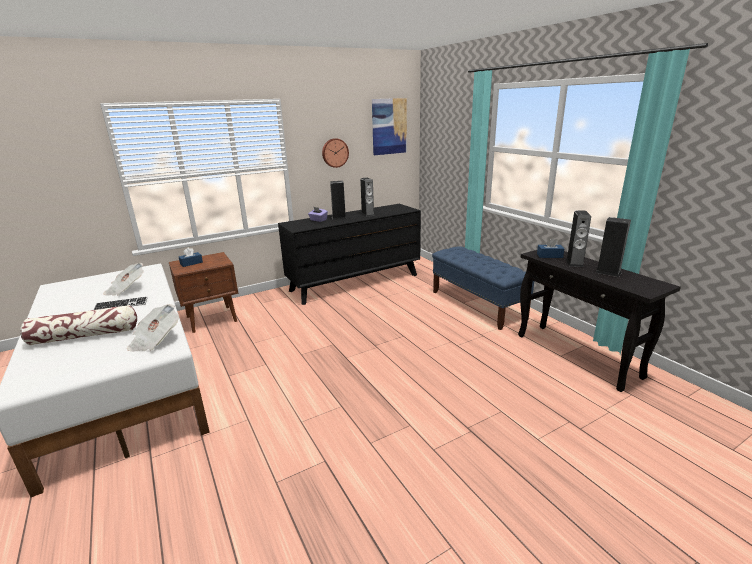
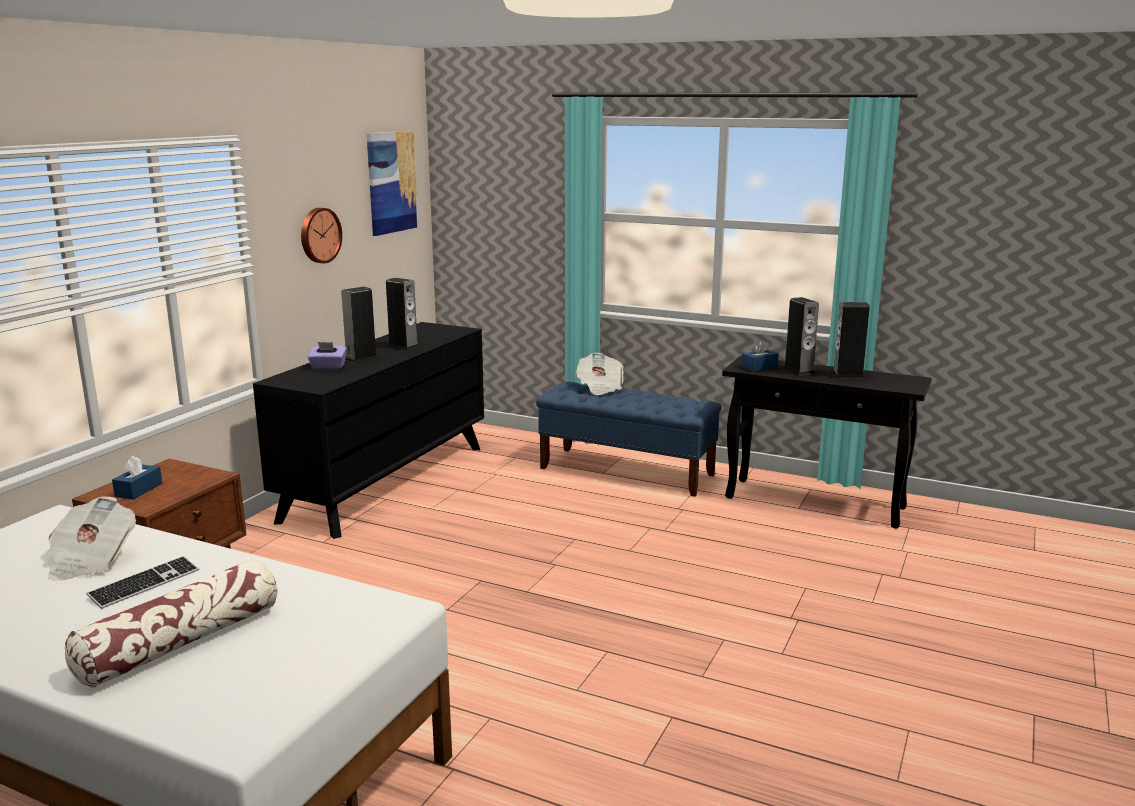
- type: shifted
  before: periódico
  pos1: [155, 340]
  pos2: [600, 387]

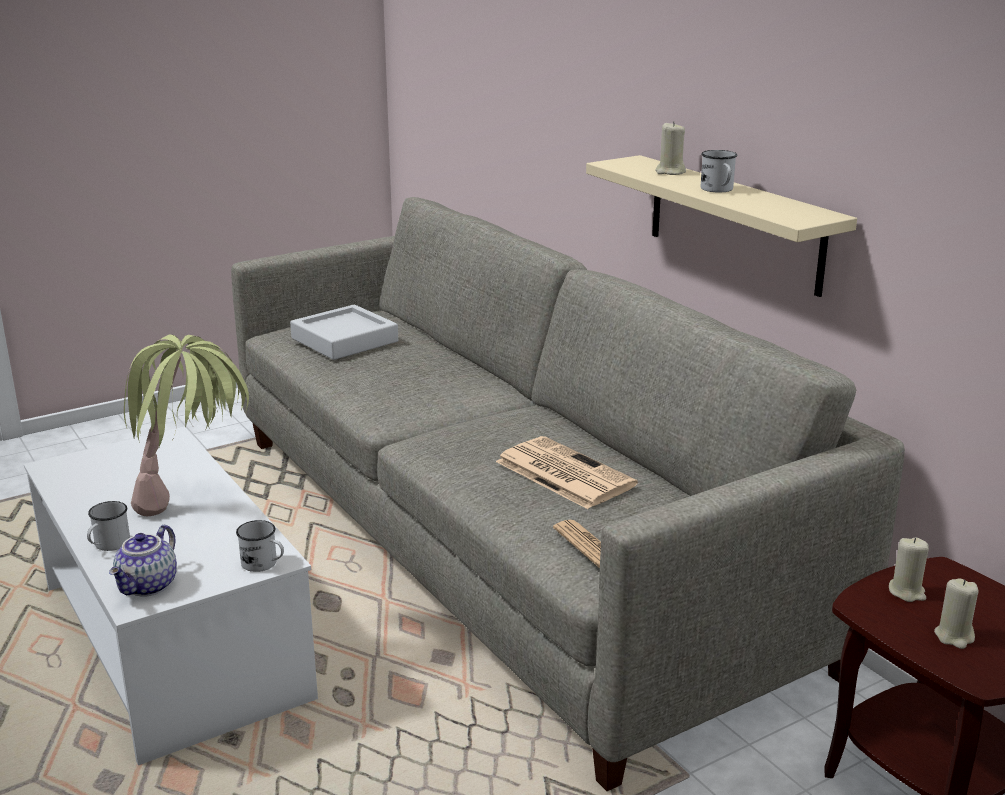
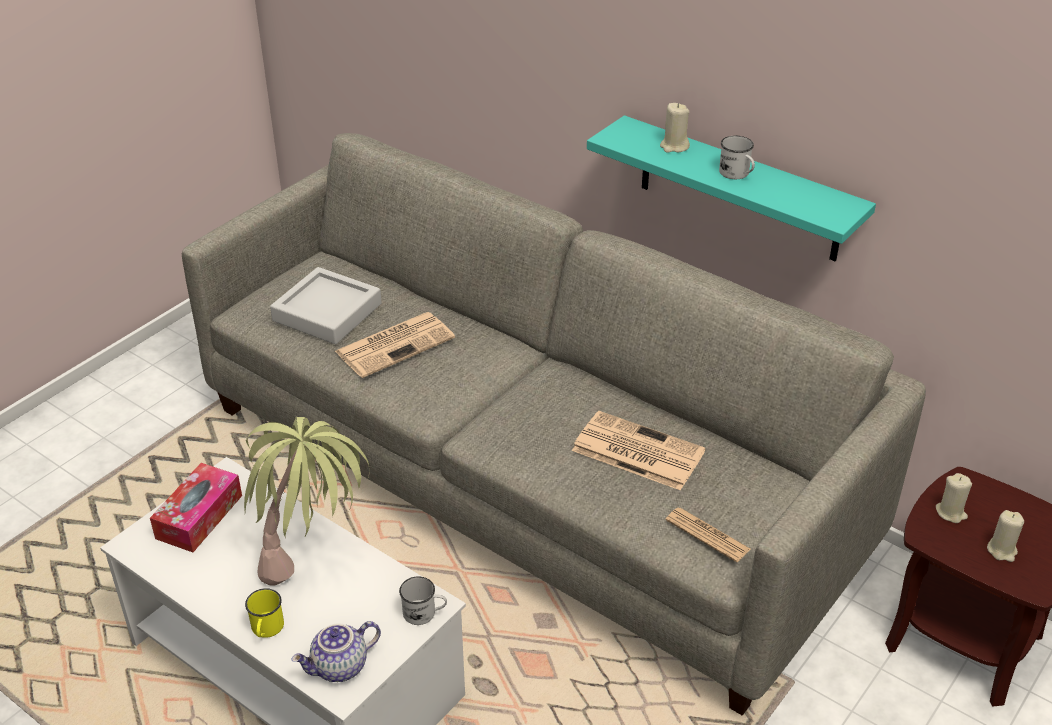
- type: repainted
  before: taza grande (blanco)
  after: taza grande (amarillo)
  pos1: [108, 545]
  pos2: [266, 629]
- type: rotated
  before: tetera
  pos1: [149, 586]
  pos2: [340, 668]
  turn: 60
- type: repainted
  before: estante (beis)
  after: estante (turquesa)
  pos1: [734, 223]
  pos2: [739, 190]
- type: new
  after: caja de pañuelos
  pos2: [199, 517]
- type: new
  after: periódico
  pos2: [396, 344]

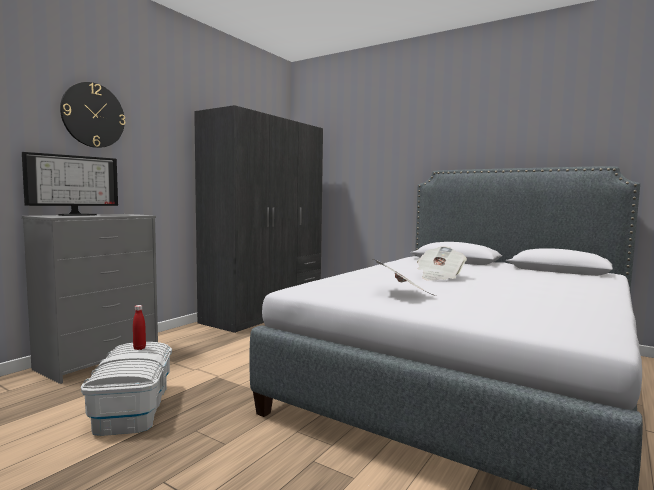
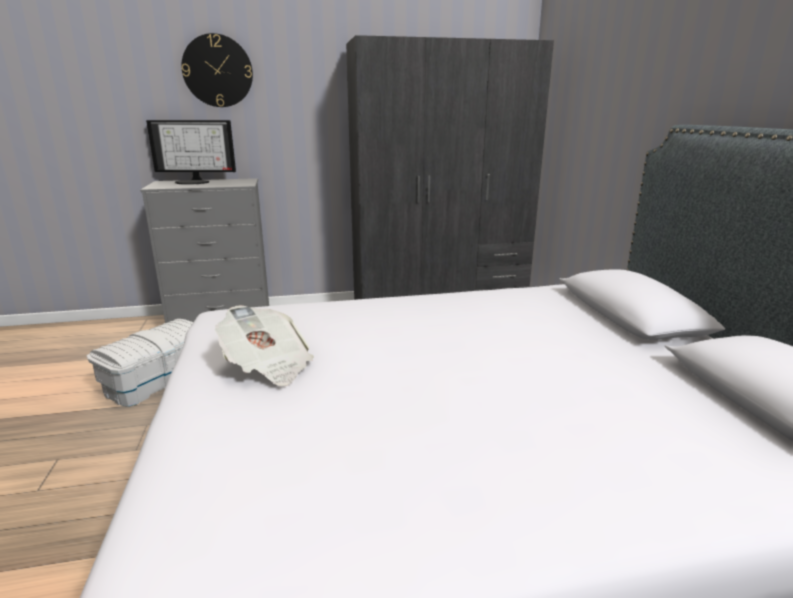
- type: gone
  before: botella (rojo)
  pos1: [139, 348]
- type: gone
  before: periódico
  pos1: [439, 277]

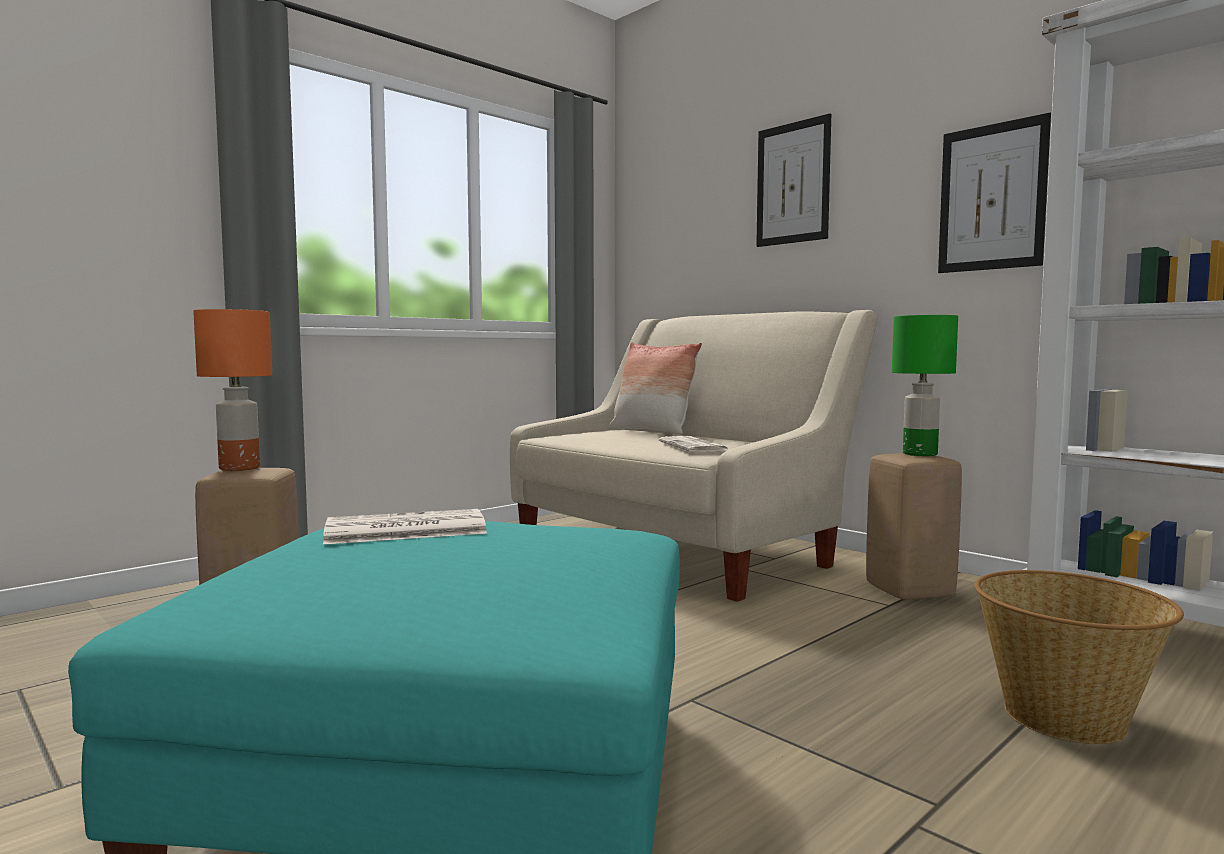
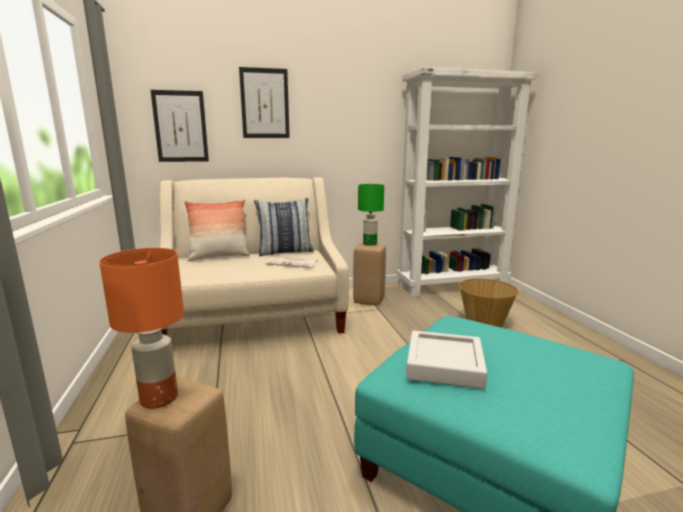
- type: swapped
  before: periódico
  after: bandeja (gris)
  pos1: [403, 530]
  pos2: [444, 365]
- type: shifted
  before: cuadro
  pos1: [992, 197]
  pos2: [180, 126]
- type: new
  after: cojín
  pos2: [285, 252]

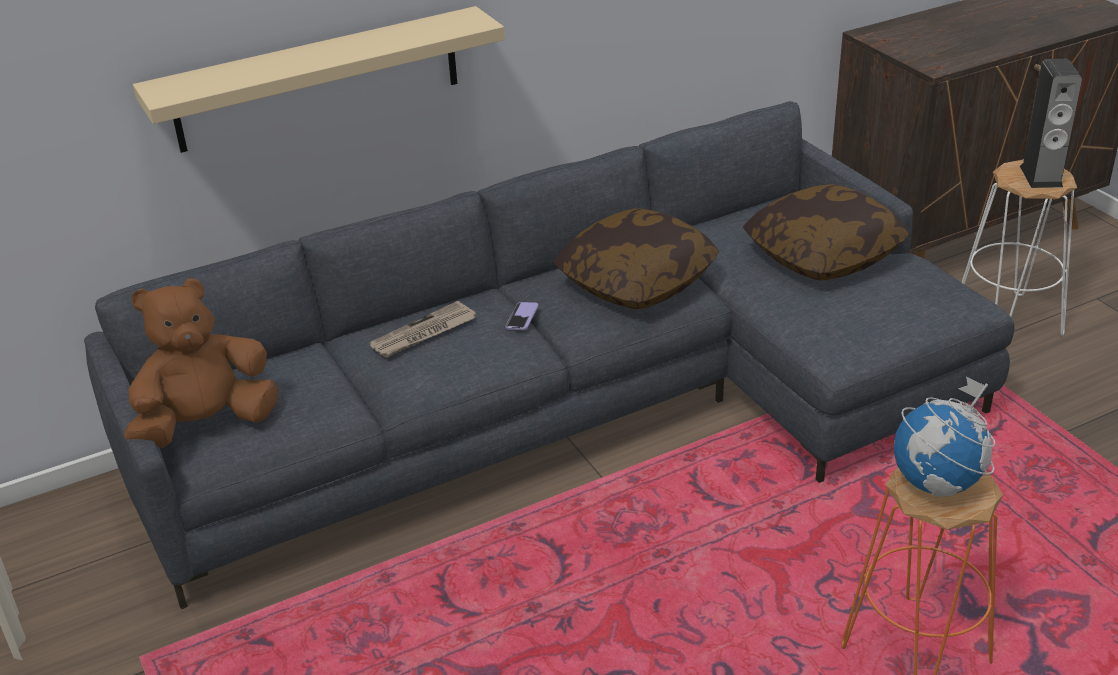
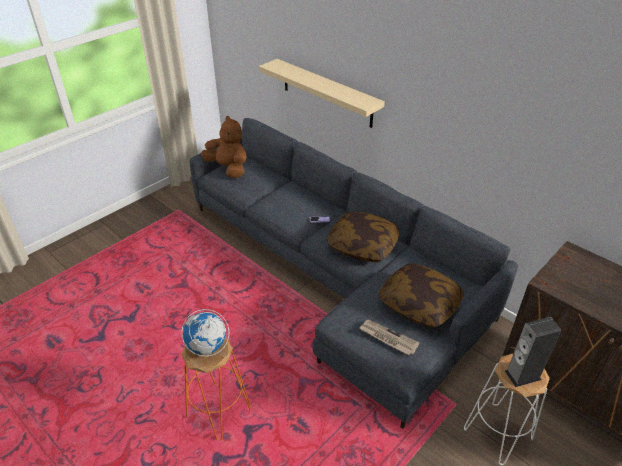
- type: shifted
  before: periódico
  pos1: [423, 333]
  pos2: [388, 338]

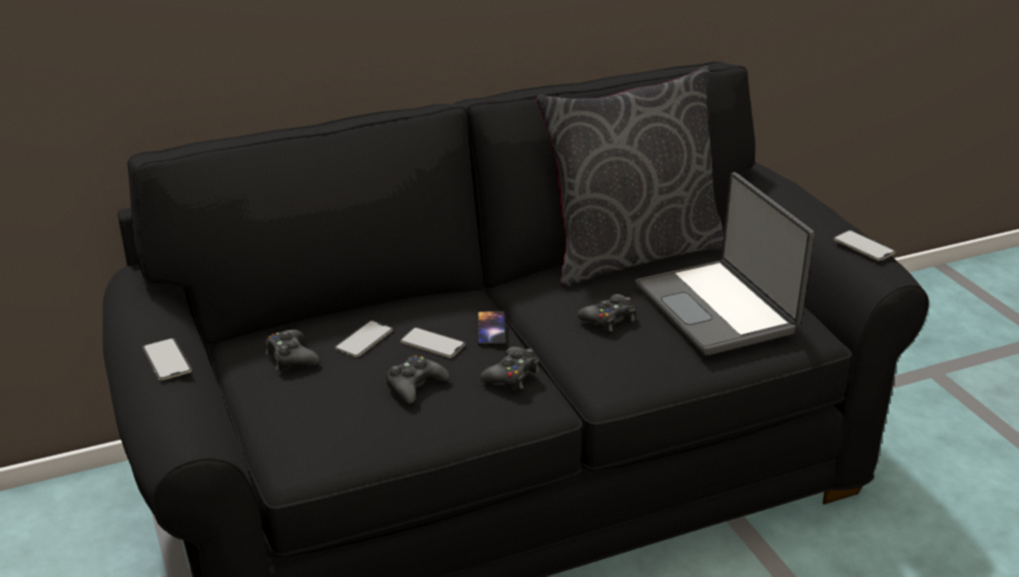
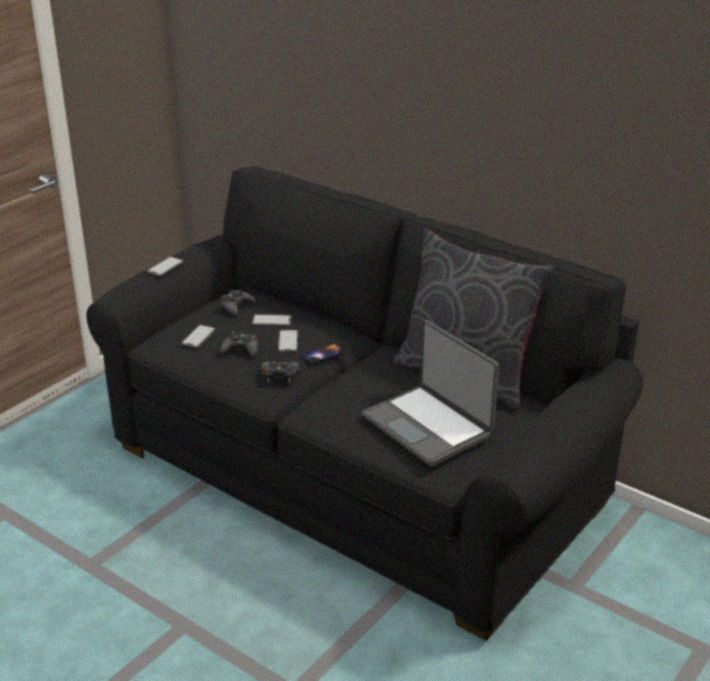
- type: gone
  before: mando de consola (negro)
  pos1: [608, 319]
- type: rotated
  before: portátil
  pos1: [718, 309]
  pos2: [428, 426]
  turn: -75
- type: shifted
  before: móvil
  pos1: [863, 246]
  pos2: [198, 336]

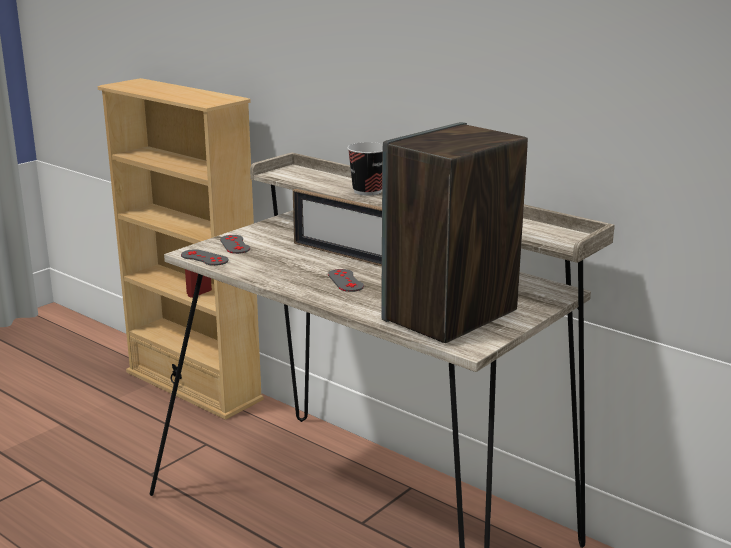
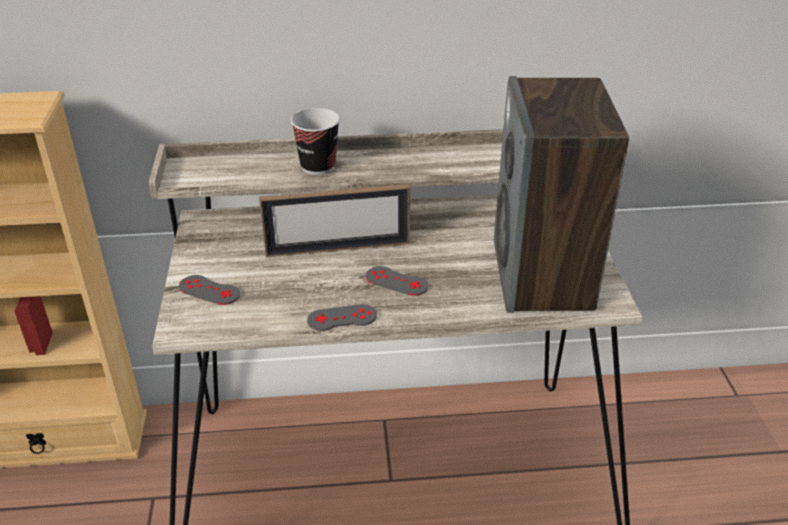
- type: shifted
  before: mando de consola (gris)
  pos1: [204, 258]
  pos2: [342, 318]

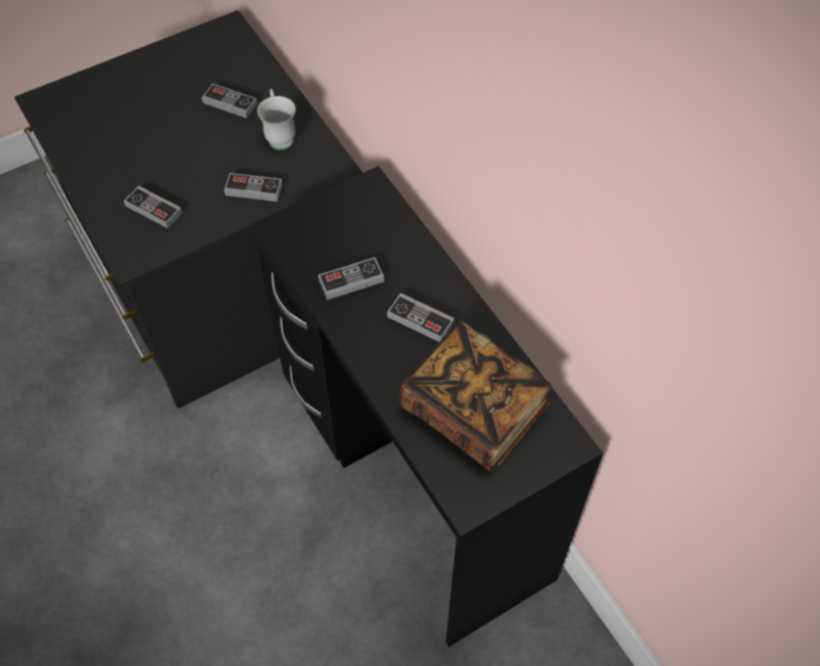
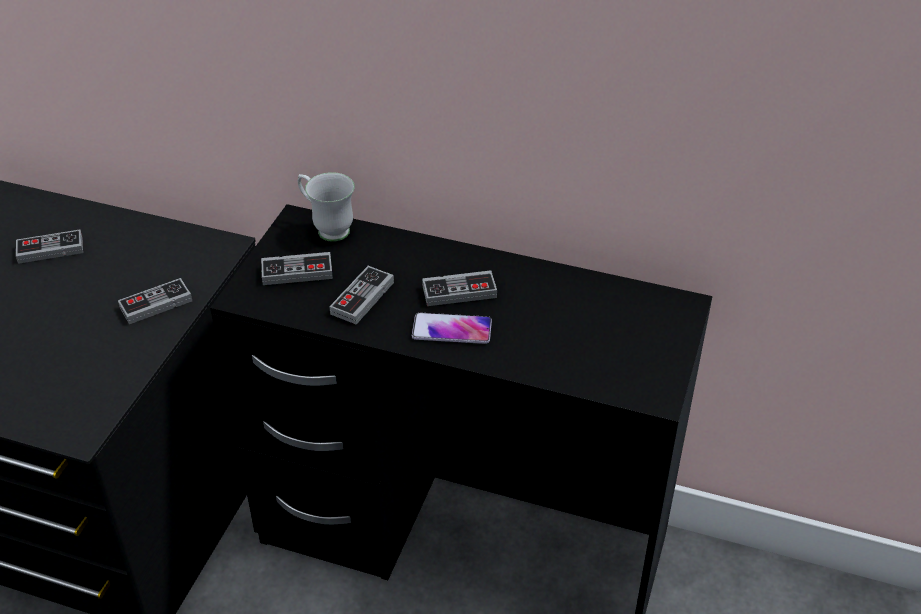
- type: shifted
  before: mando de consola
  pos1: [153, 209]
  pos2: [297, 272]
- type: shifted
  before: taza grande (blanco)
  pos1: [279, 136]
  pos2: [327, 228]
- type: gone
  before: libro
  pos1: [474, 411]
- type: new
  after: móvil
  pos2: [451, 329]

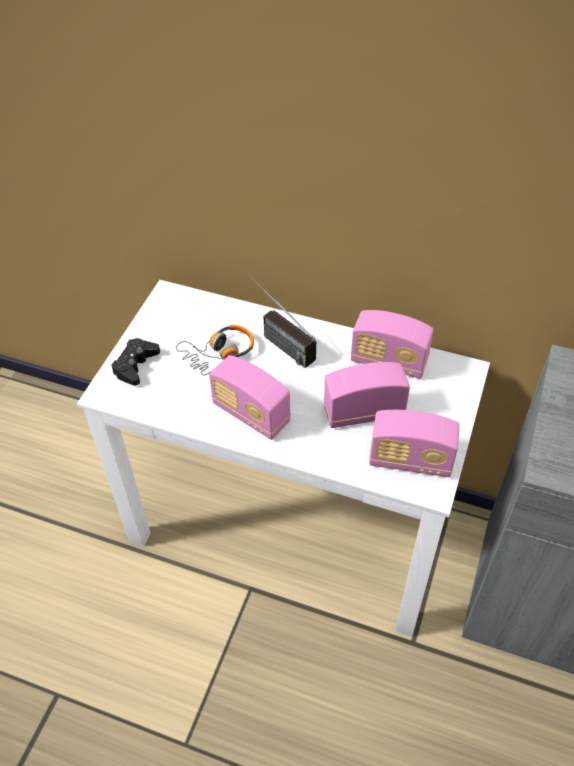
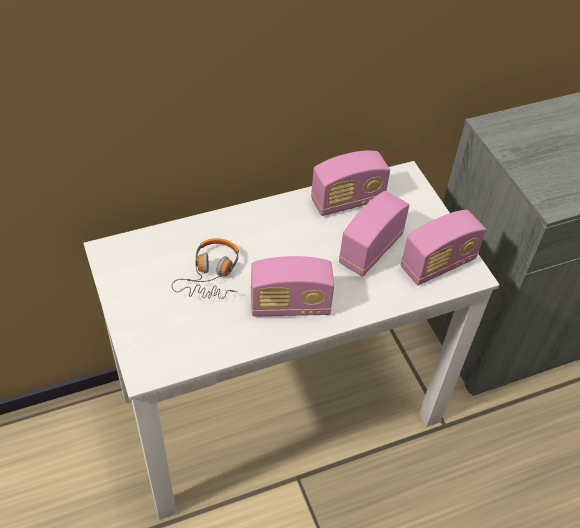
- type: gone
  before: mando de consola (negro)
  pos1: [135, 365]
- type: gone
  before: radio
  pos1: [277, 340]

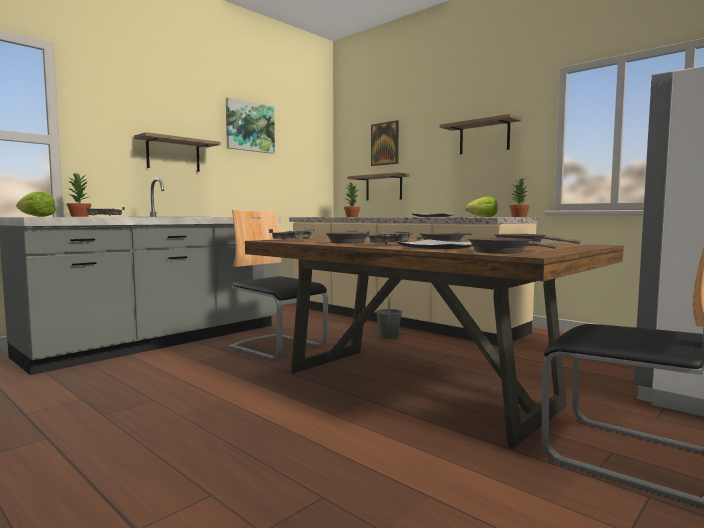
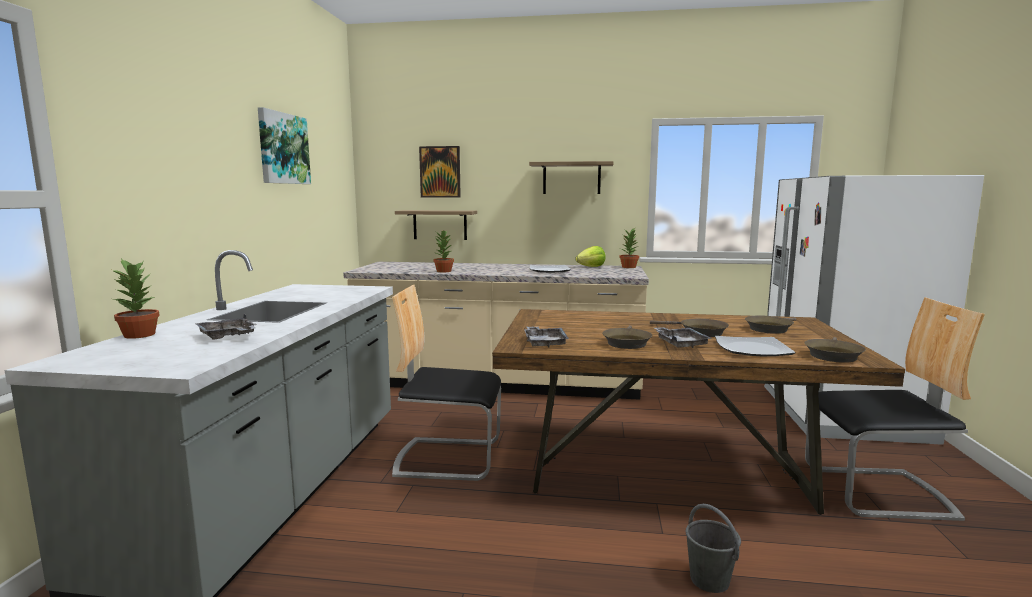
- type: gone
  before: lechuga
  pos1: [36, 216]
- type: gone
  before: estante
  pos1: [173, 154]
- type: shifted
  before: cubo (gris)
  pos1: [388, 336]
  pos2: [709, 579]

